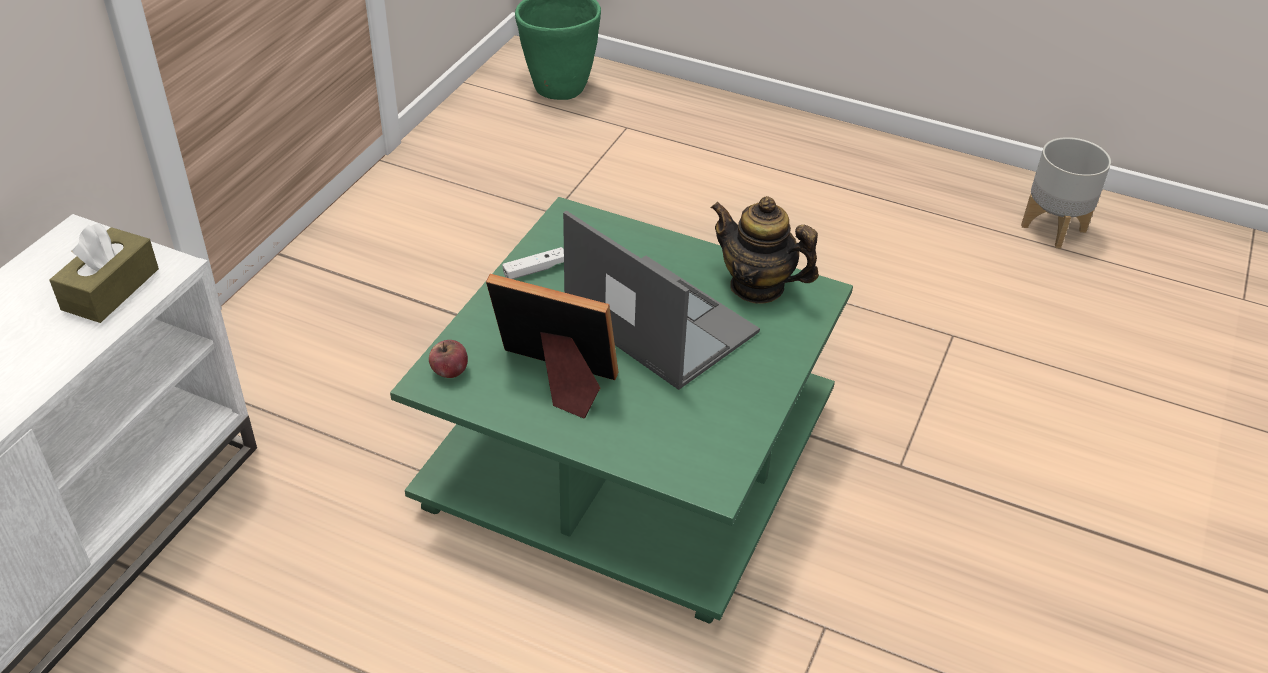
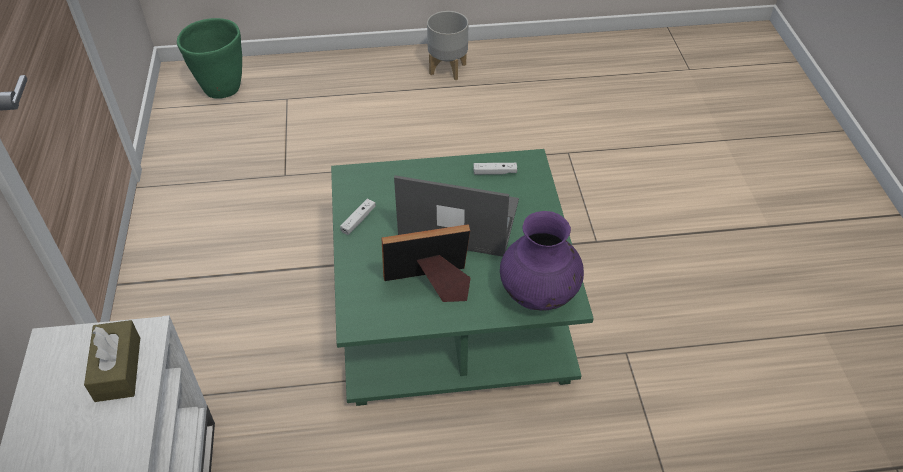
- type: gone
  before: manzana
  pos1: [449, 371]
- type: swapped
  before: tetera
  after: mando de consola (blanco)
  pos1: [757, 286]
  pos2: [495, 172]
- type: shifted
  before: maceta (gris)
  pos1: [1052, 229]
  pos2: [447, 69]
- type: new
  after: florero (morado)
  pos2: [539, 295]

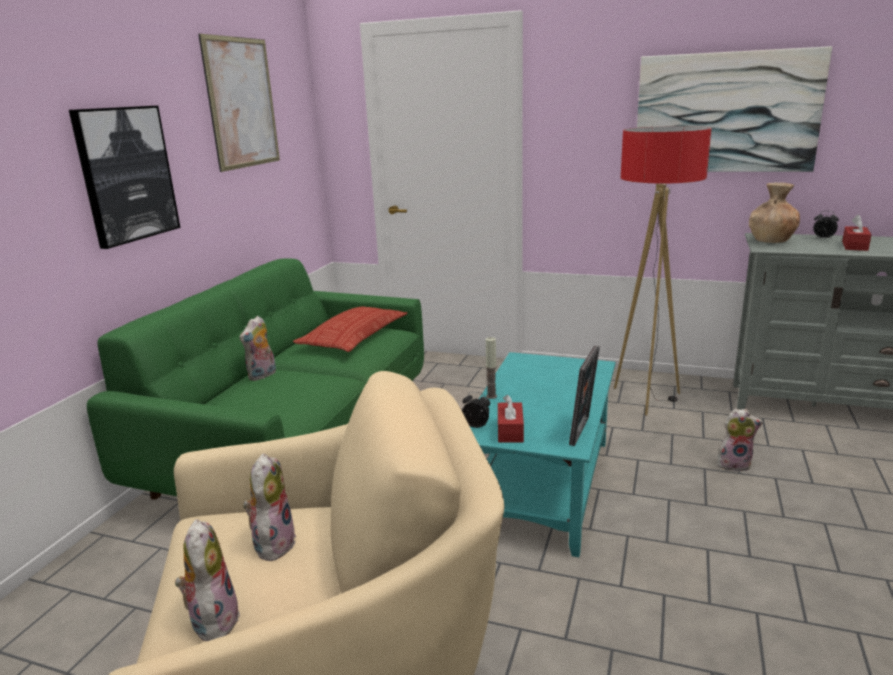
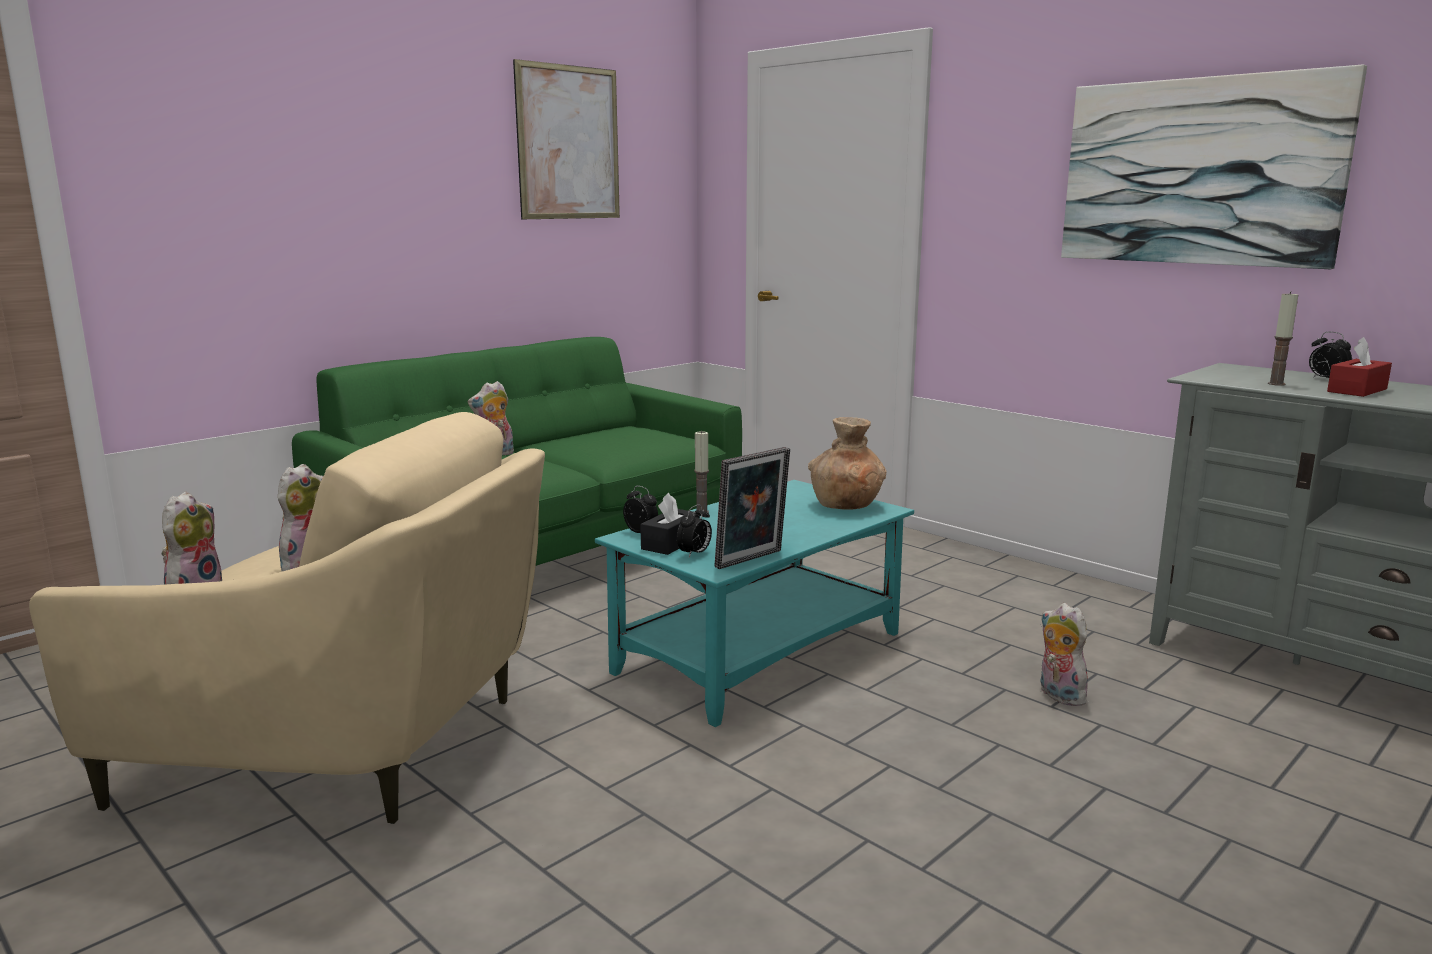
- type: gone
  before: cuadro
  pos1: [126, 174]
- type: gone
  before: cojín
  pos1: [354, 336]
- type: repainted
  before: caja de pañuelos (rojo)
  after: caja de pañuelos (negro)
  pos1: [510, 431]
  pos2: [670, 543]
- type: gone
  before: lámpara de pie
  pos1: [646, 398]
- type: rotated
  before: peluche
  pos1: [734, 464]
  pos2: [1058, 695]
  turn: -150
- type: shifted
  before: florero (marrón)
  pos1: [771, 241]
  pos2: [846, 505]
- type: new
  after: despertador
  pos2: [694, 554]
- type: new
  after: vela
  pos2: [1276, 384]

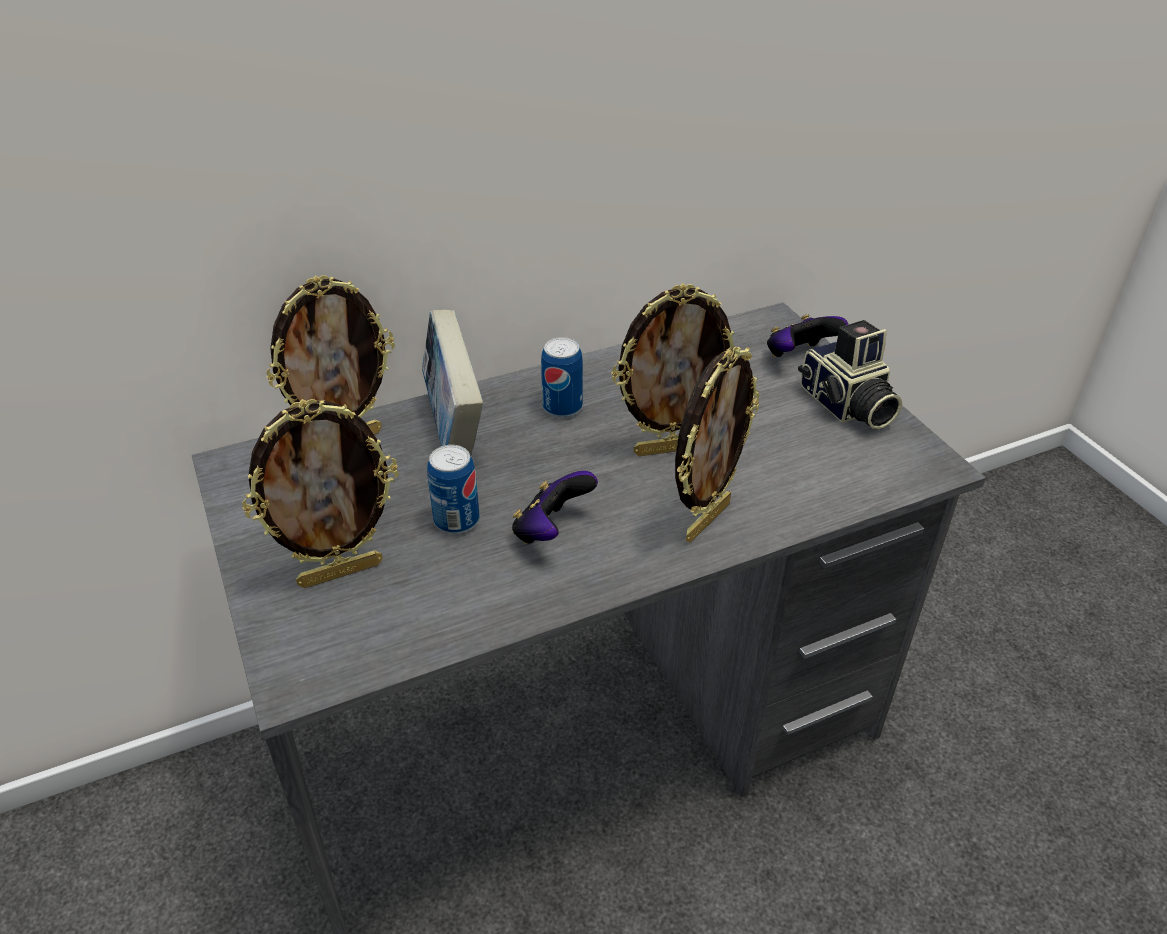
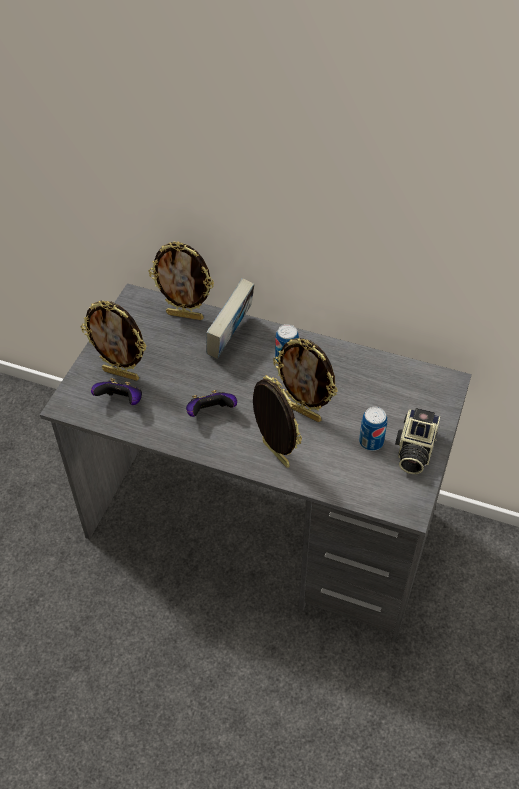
- type: shifted
  before: lata
  pos1: [456, 520]
  pos2: [371, 442]
- type: rotated
  before: portarretratos
  pos1: [705, 520]
  pos2: [274, 454]
  turn: -120
- type: shifted
  before: mando de consola
  pos1: [799, 356]
  pos2: [121, 402]

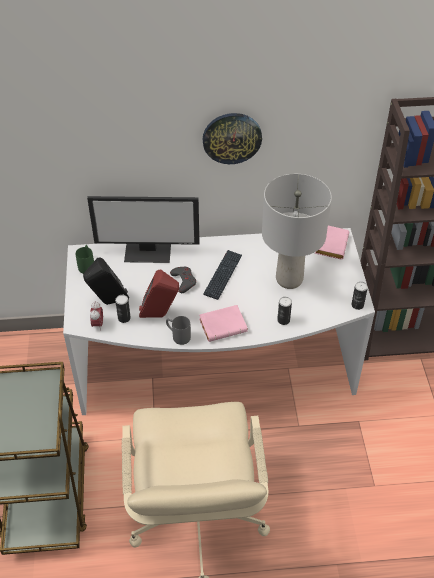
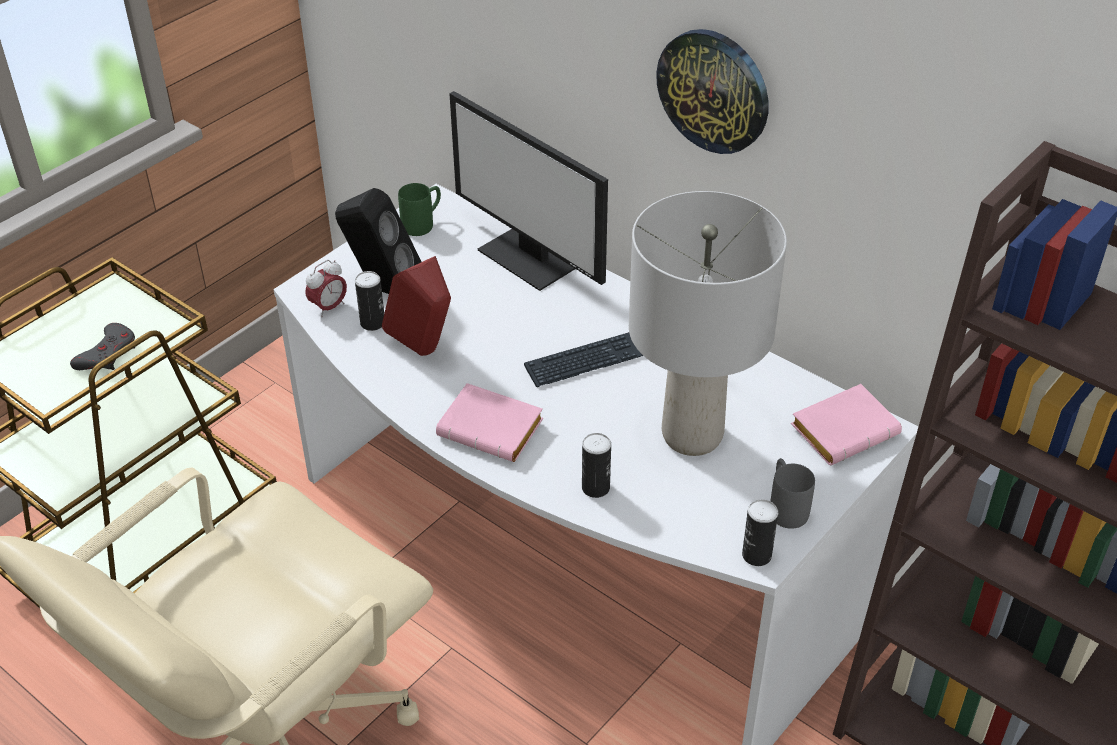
- type: shifted
  before: taza grande (gris)
  pos1: [178, 336]
  pos2: [785, 507]
- type: shifted
  before: mando de consola (gris)
  pos1: [184, 281]
  pos2: [107, 354]

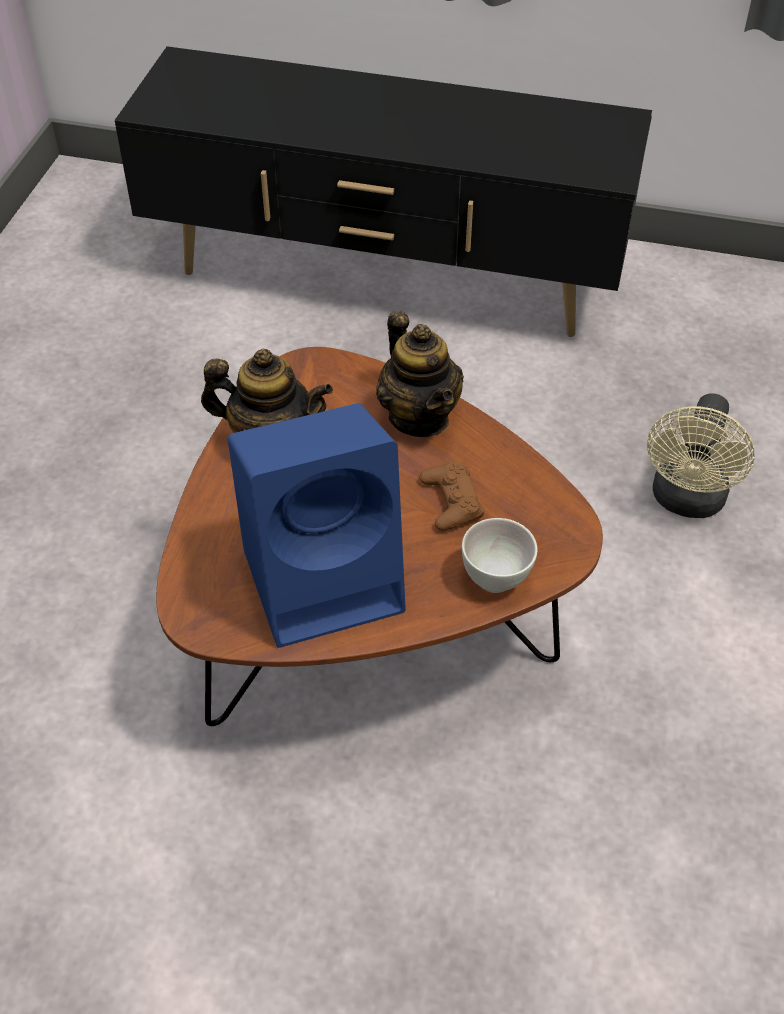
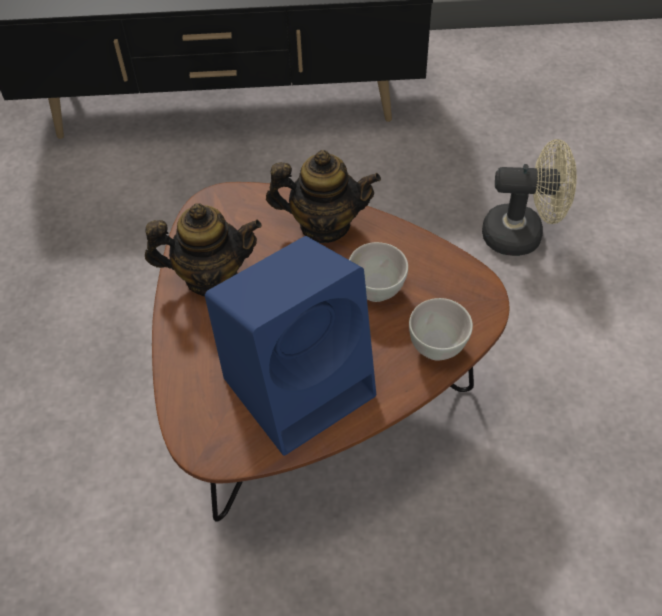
- type: rotated
  before: tetera
  pos1: [419, 417]
  pos2: [324, 224]
  turn: -45
- type: swapped
  before: mando de consola (marrón)
  after: cuenco (blanco)
  pos1: [451, 501]
  pos2: [377, 291]
- type: rotated
  before: ventilador (beis)
  pos1: [687, 501]
  pos2: [522, 234]
  turn: -90

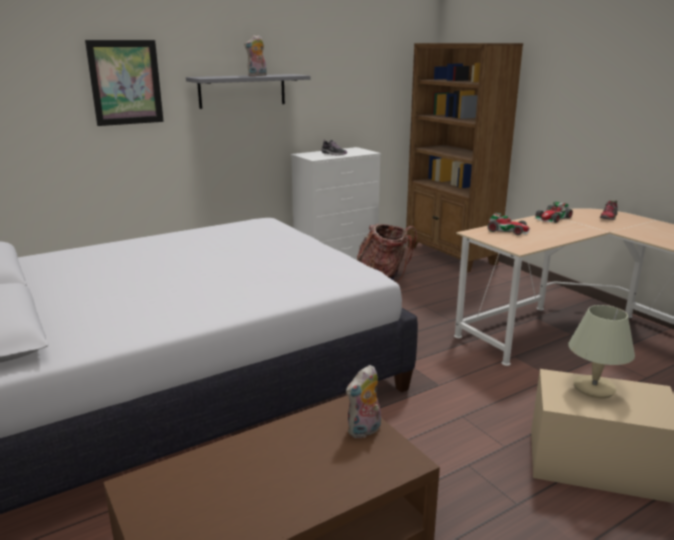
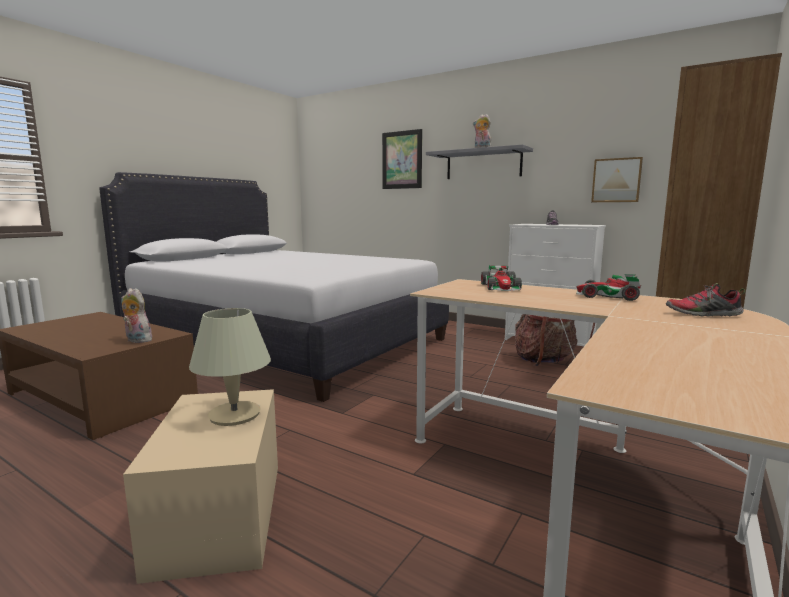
- type: new
  after: cuadro
  pos2: [616, 180]

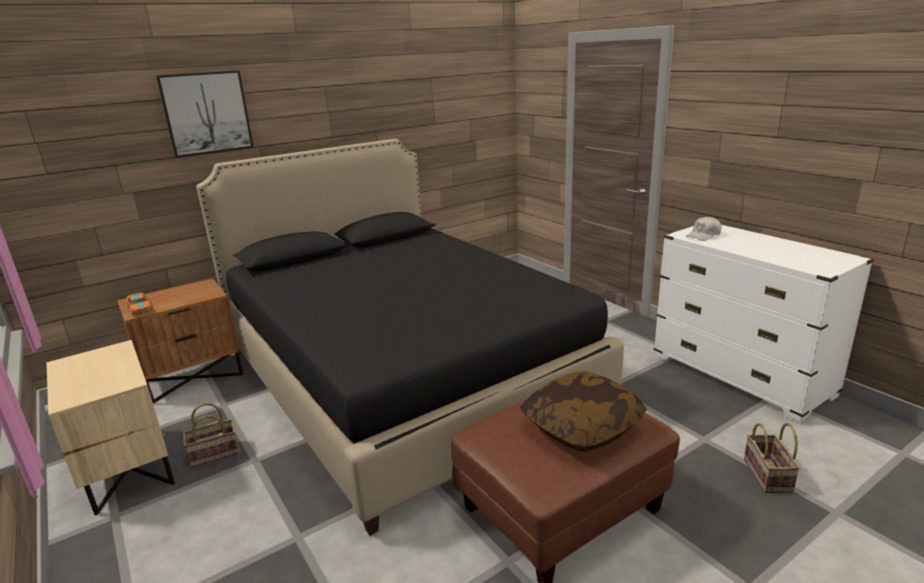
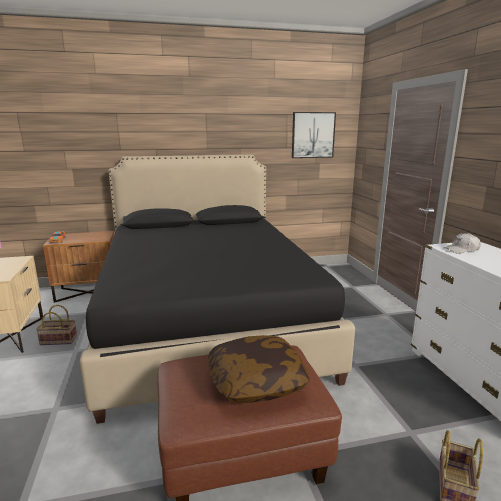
- type: shifted
  before: cuadro
  pos1: [206, 113]
  pos2: [313, 135]

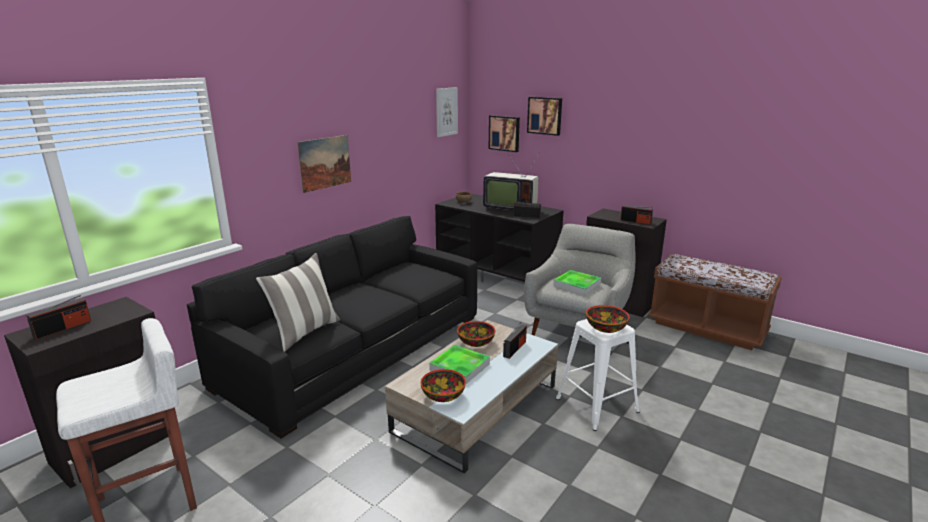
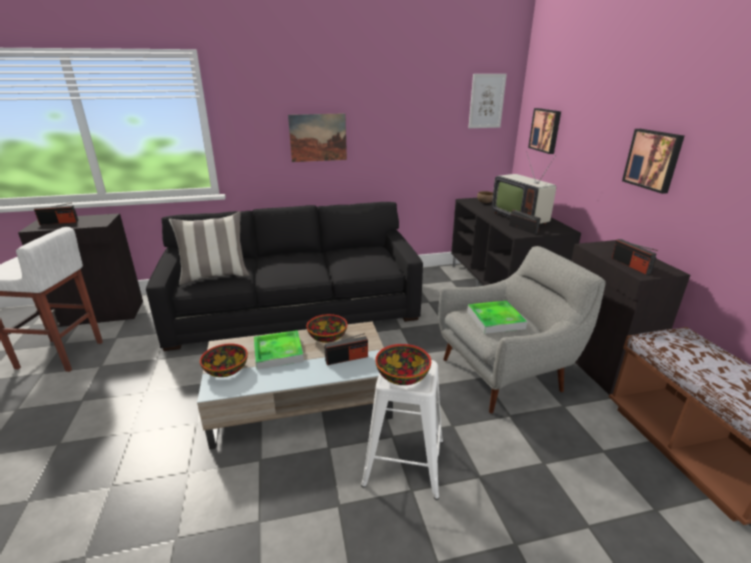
- type: shifted
  before: cuadro
  pos1: [545, 115]
  pos2: [653, 160]

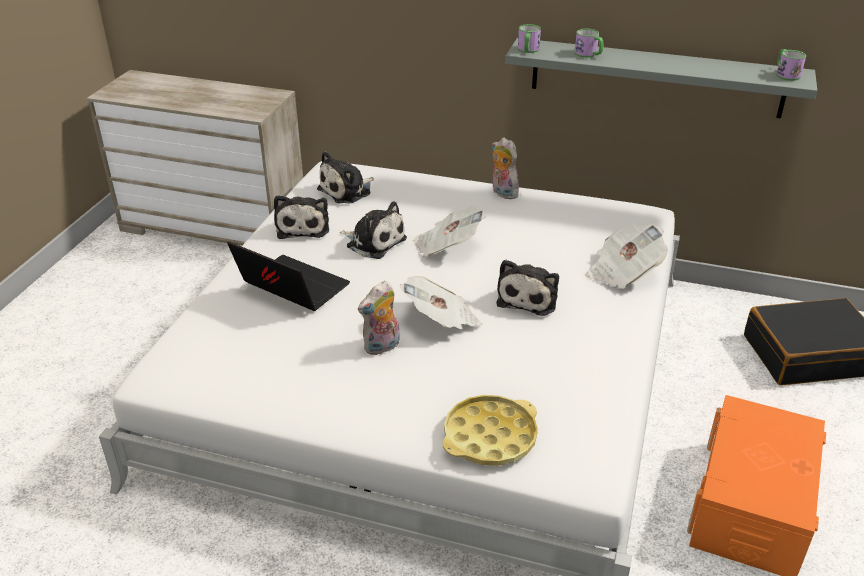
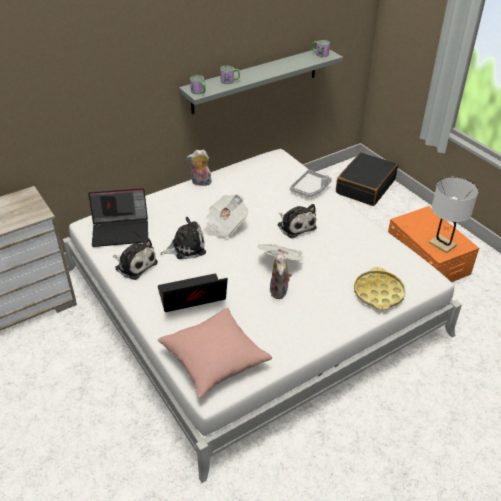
- type: swapped
  before: peluche
  after: portátil
  pos1: [347, 191]
  pos2: [121, 231]
- type: swapped
  before: periódico
  after: bandeja (gris)
  pos1: [623, 272]
  pos2: [310, 189]
- type: new
  after: cojín (rosa)
  pos2: [214, 359]
- type: new
  after: lámpara de mesa (blanco)
  pos2: [442, 244]

